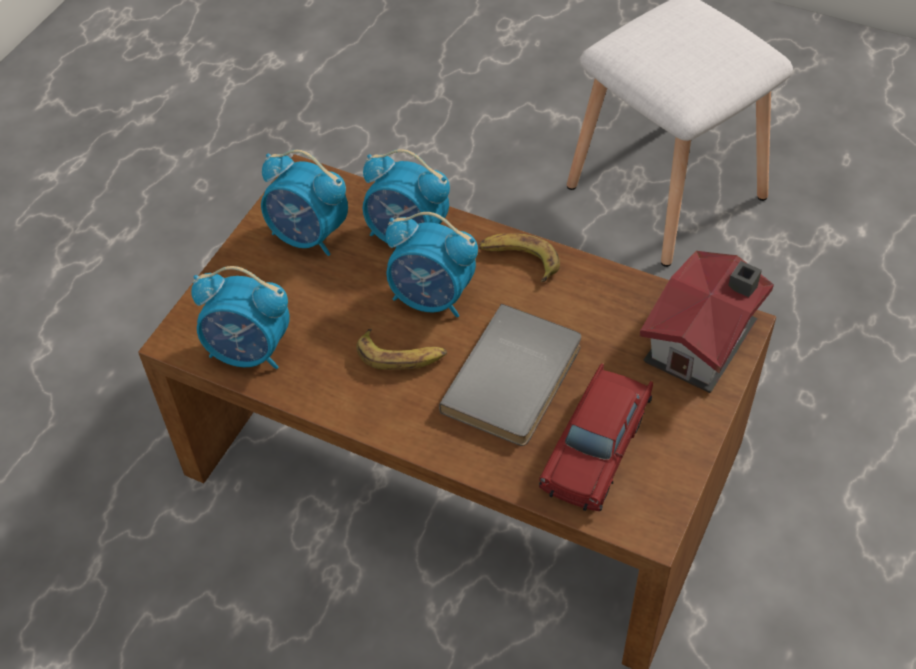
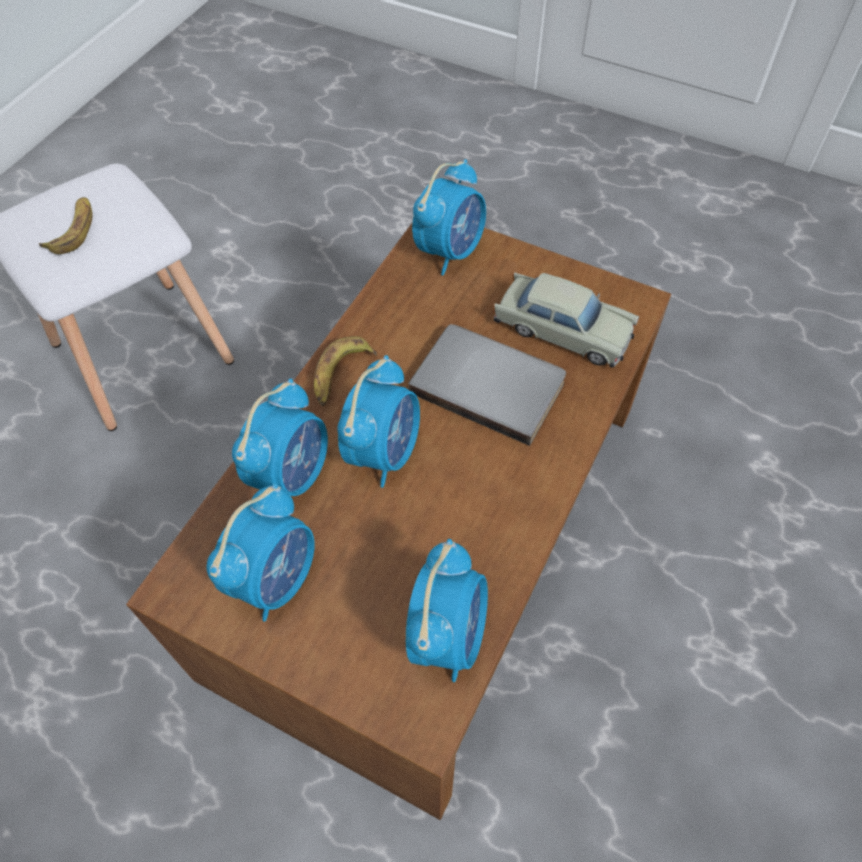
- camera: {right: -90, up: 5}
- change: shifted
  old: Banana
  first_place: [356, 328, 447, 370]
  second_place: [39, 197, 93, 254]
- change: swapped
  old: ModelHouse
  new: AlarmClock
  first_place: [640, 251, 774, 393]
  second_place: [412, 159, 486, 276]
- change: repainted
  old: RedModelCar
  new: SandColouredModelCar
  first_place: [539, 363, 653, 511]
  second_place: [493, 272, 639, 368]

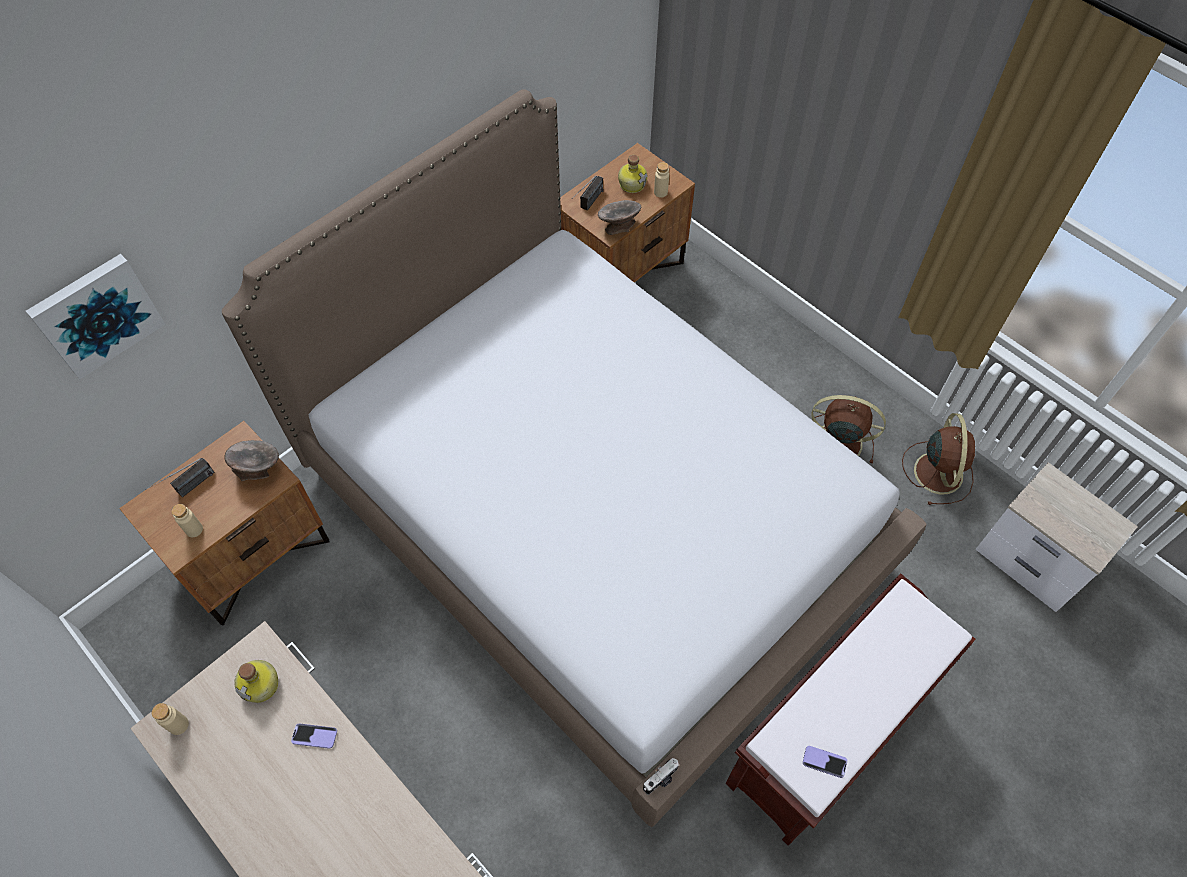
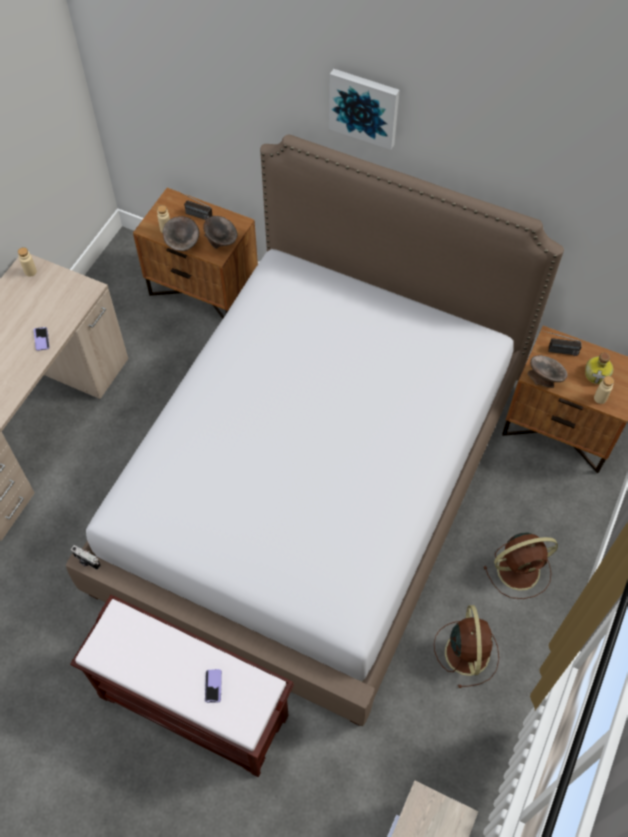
- camera: {right: 70, up: 0}
- change: new
  new: GreyishDeepDish
  second_place: [163, 216, 199, 251]
- change: shifted
  old: Phone
  first_place: [803, 746, 848, 778]
  second_place: [205, 669, 222, 703]
- change: shifted
  old: WallArt
  first_place: [26, 254, 165, 379]
  second_place: [329, 69, 400, 150]
- change: shifted
  old: BrownishElectricFan
  first_place: [902, 413, 975, 505]
  second_place: [484, 532, 558, 599]
- change: gone
  old: DrinkBottle
  first_place: [234, 660, 278, 703]

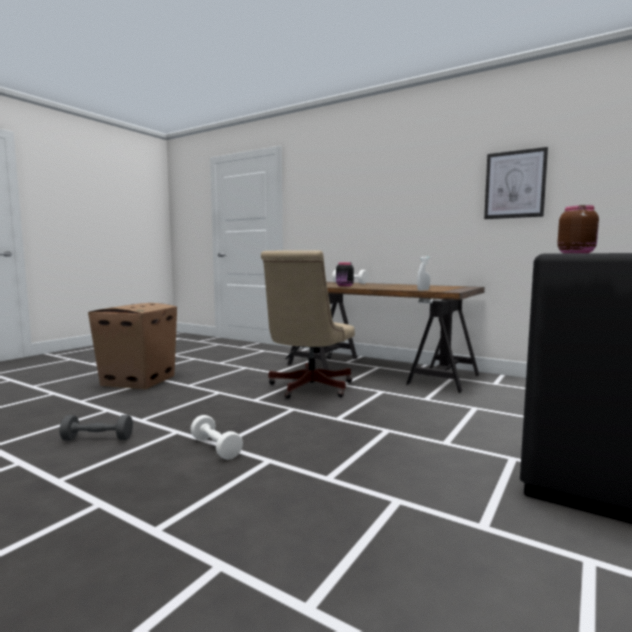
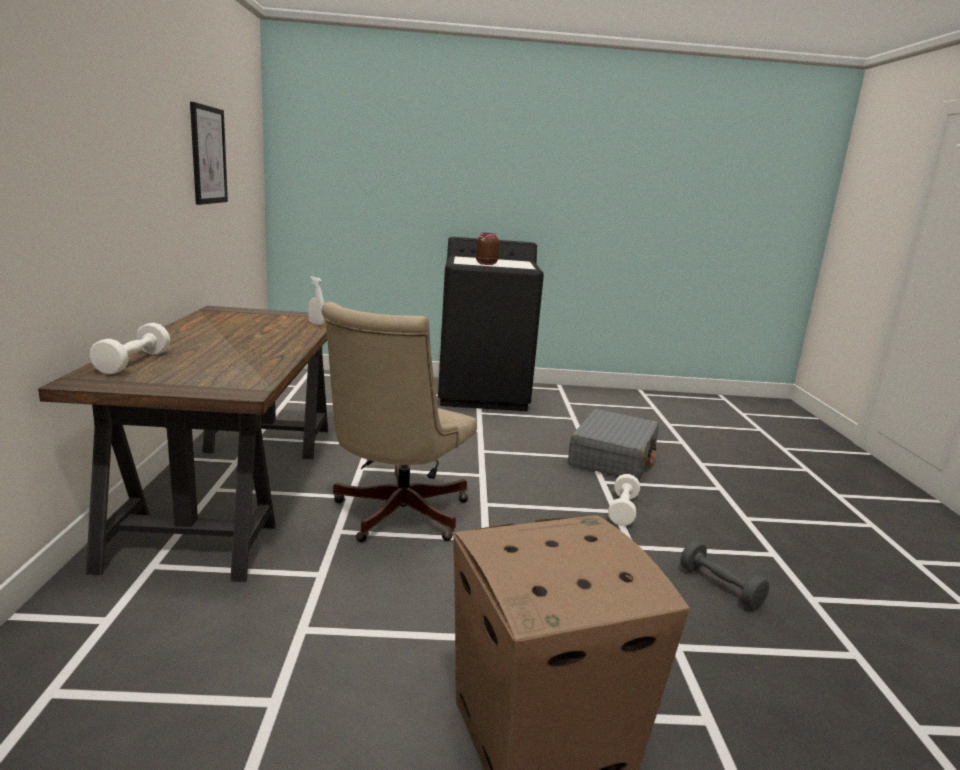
- camera: {right: -125, up: 10}
- change: rotated
  old: SandColouredDeskChair
  first_place: [261, 250, 355, 399]
  second_place: [321, 302, 477, 542]
  degrees: 120
- change: new
  new: GreyishPieceOfLuggage
  second_place: [568, 409, 659, 480]
- change: gone
  old: BlackJar
  first_place: [336, 262, 354, 287]

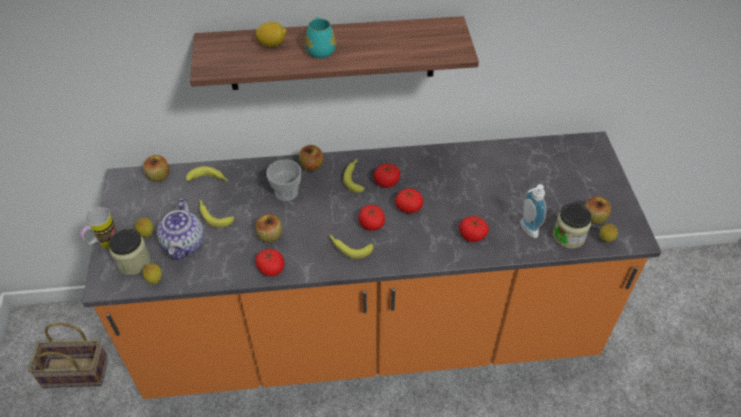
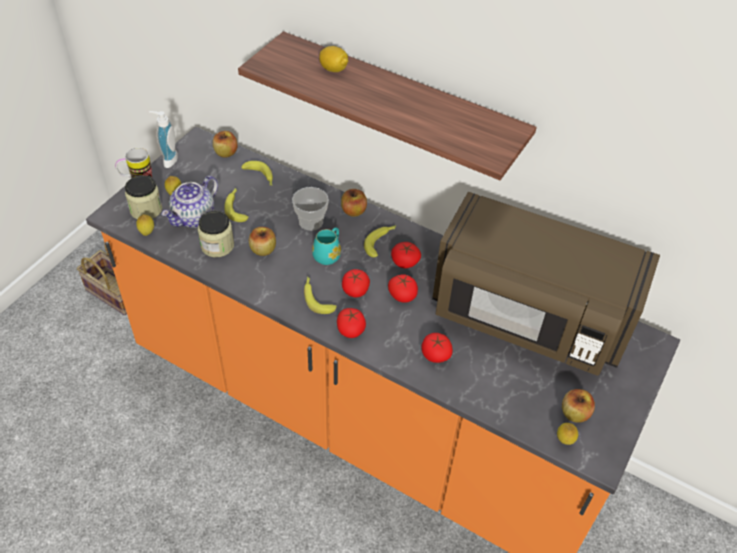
- camera: {right: 35, up: 0}
- change: shifted
  old: LiquidSoapBottle
  first_place: [520, 184, 546, 238]
  second_place: [149, 111, 178, 168]
- change: shifted
  old: Jar
  first_place: [553, 203, 592, 249]
  second_place: [198, 211, 234, 257]
- change: shifted
  old: TurquoiseCoffeeMug
  first_place: [305, 17, 336, 58]
  second_place: [312, 227, 341, 265]
- change: shifted
  old: WholeTomato
  first_place: [255, 249, 285, 276]
  second_place: [337, 308, 366, 338]
- change: new
  new: BrownishKitchenMicrowave
  second_place: [432, 192, 660, 376]

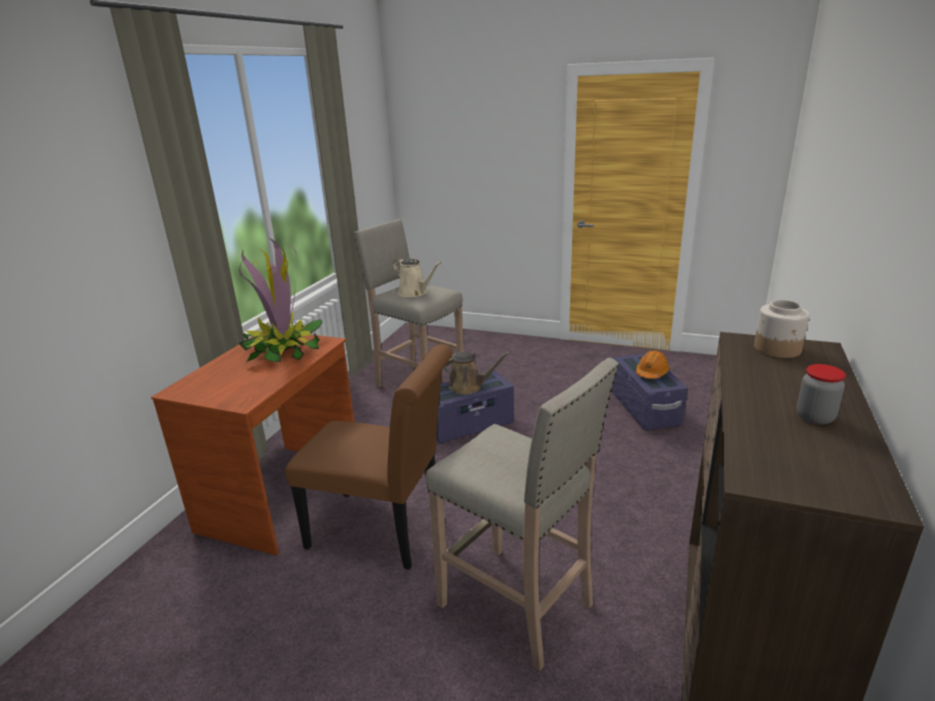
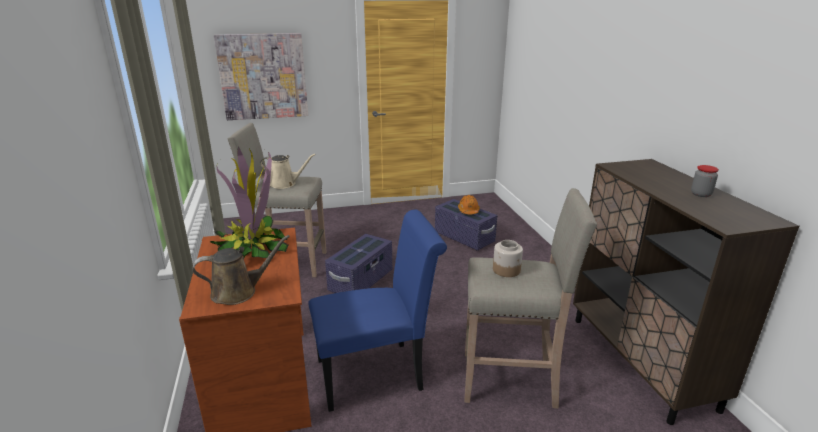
- camera: {right: -35, up: 0}
- change: shifted
  old: BrownishSprinklingCan
  first_place: [443, 352, 510, 395]
  second_place: [193, 235, 290, 305]
- change: new
  new: WallArt
  second_place: [214, 33, 308, 120]
- change: repainted
  old: BrownishPlainChair
  new: BluePlainChair
  first_place: [285, 344, 453, 570]
  second_place: [309, 210, 447, 412]
- change: shifted
  old: Jar
  first_place: [754, 300, 809, 358]
  second_place: [493, 240, 523, 277]

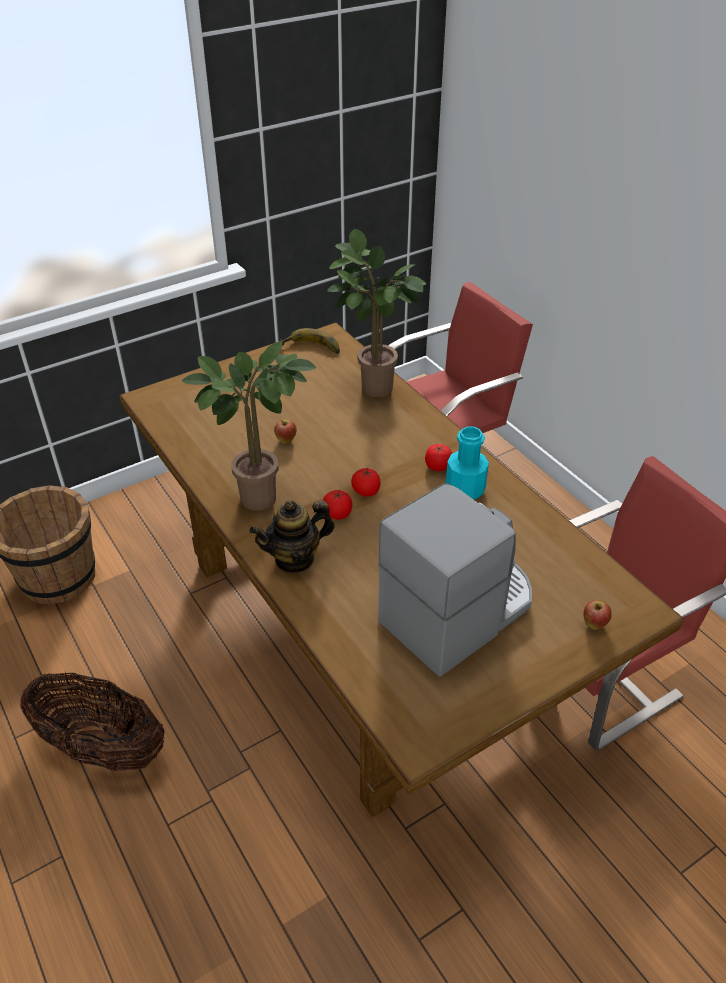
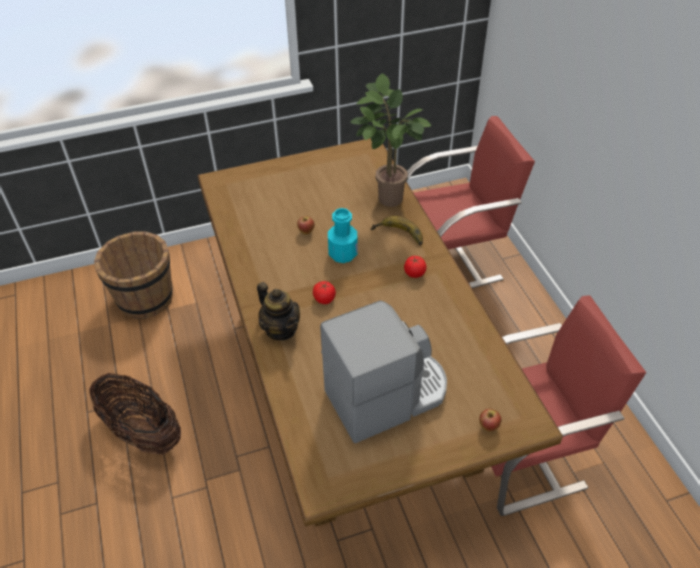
- camera: {right: 15, up: 5}
- change: rotated
  old: Teapot
  first_place: [249, 500, 335, 573]
  second_place: [257, 282, 300, 340]
  degrees: -120
- change: shifted
  old: TurquoiseDrinkBottle
  first_place: [446, 426, 489, 500]
  second_place: [328, 208, 358, 263]
- change: shifted
  old: Banana
  first_place: [280, 328, 340, 354]
  second_place: [371, 216, 423, 245]
- change: gone
  old: PottedPlant
  first_place: [182, 341, 316, 511]
- change: gone
  old: WholeTomato
  first_place: [351, 467, 381, 497]

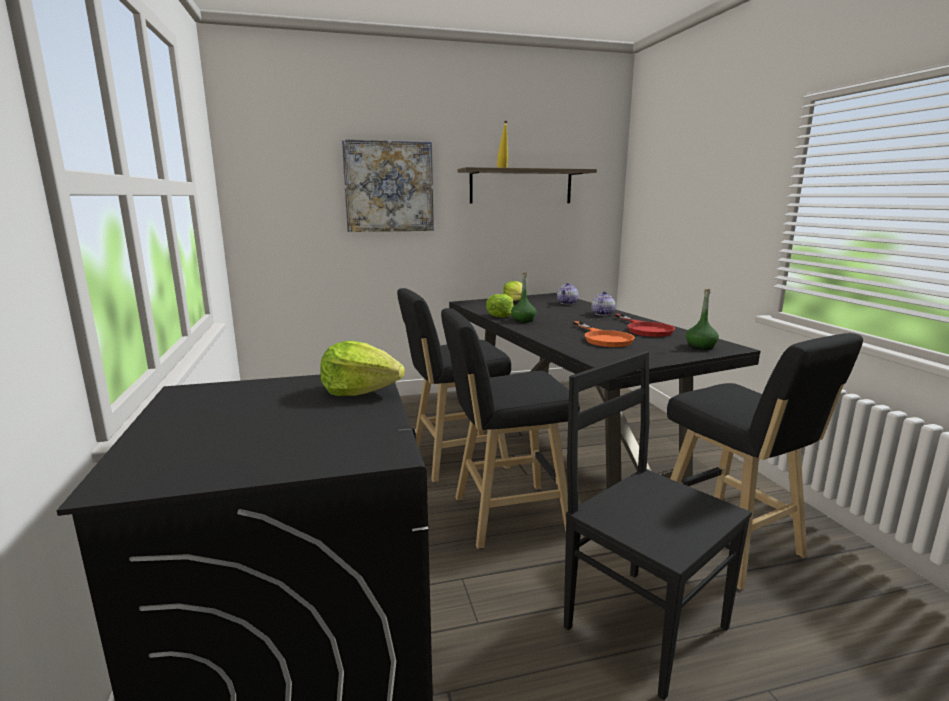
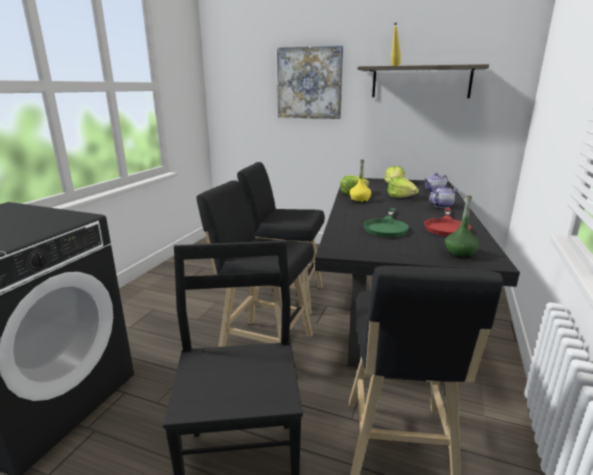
- camera: {right: 35, up: 5}
- change: repainted
  old: GreenDrinkBottle
  new: YellowishDrinkBottle
  first_place: [511, 273, 536, 323]
  second_place: [350, 160, 371, 202]
- change: repainted
  old: OrangeColouredPan
  new: GreenPan
  first_place: [573, 321, 635, 347]
  second_place: [363, 208, 409, 237]
- change: shifted
  old: Lettuce
  first_place: [320, 341, 405, 396]
  second_place: [387, 177, 419, 198]

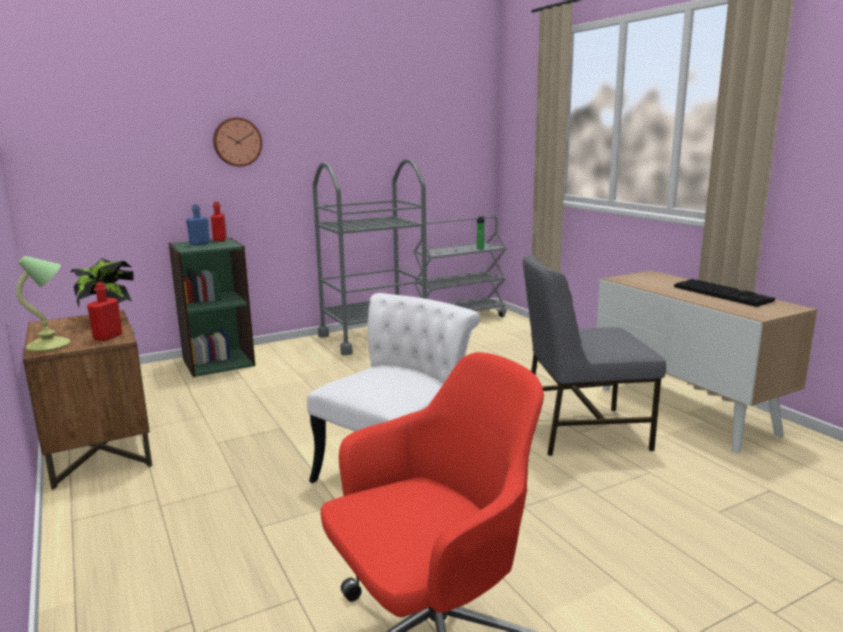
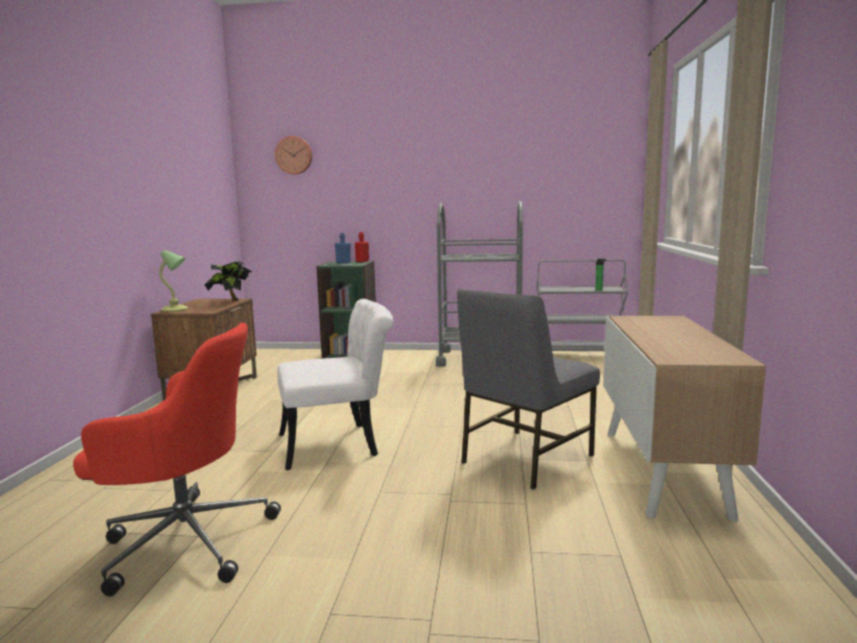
- camera: {right: 35, up: -5}
- change: shifted
  old: WallClock
  first_place: [213, 117, 262, 167]
  second_place: [275, 136, 312, 174]
- change: rotated
  old: GreyishPlainChair
  first_place: [523, 255, 666, 456]
  second_place: [457, 289, 600, 490]
  degrees: -75
- change: gone
  old: RedDrinkBottle
  first_place: [87, 282, 122, 341]
- change: gone
  old: Keyboard
  first_place: [674, 279, 775, 307]

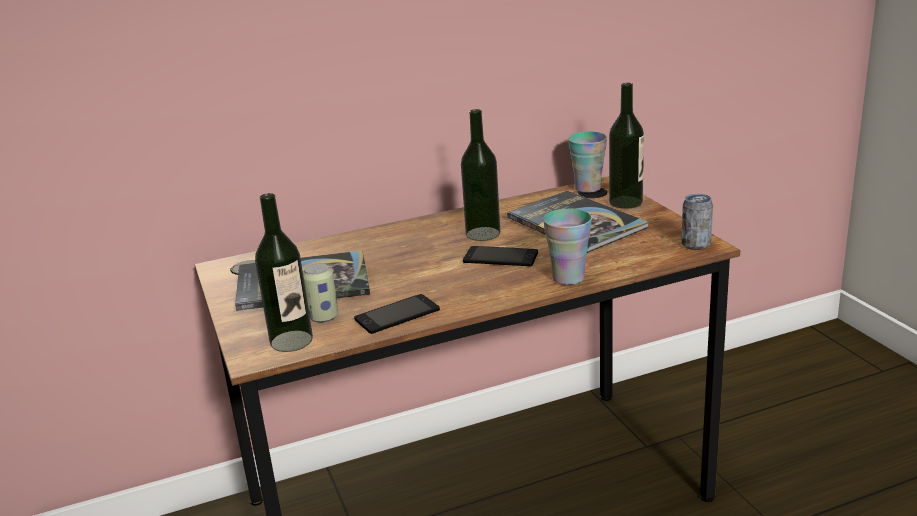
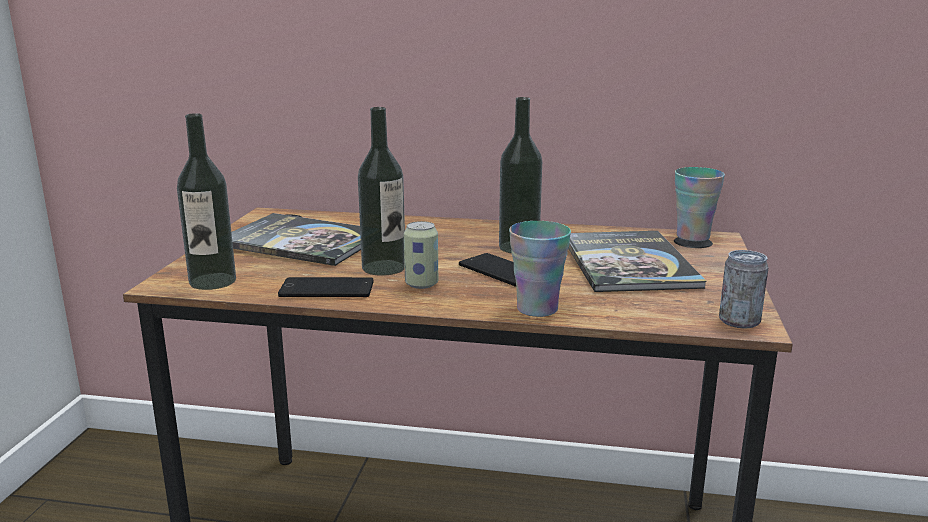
- camera: {right: 30, up: -5}
- change: shifted
  old: DrinkBottle
  first_place: [609, 83, 644, 209]
  second_place: [358, 107, 405, 276]
- change: shifted
  old: Can
  first_place: [303, 263, 338, 323]
  second_place: [404, 221, 438, 289]

